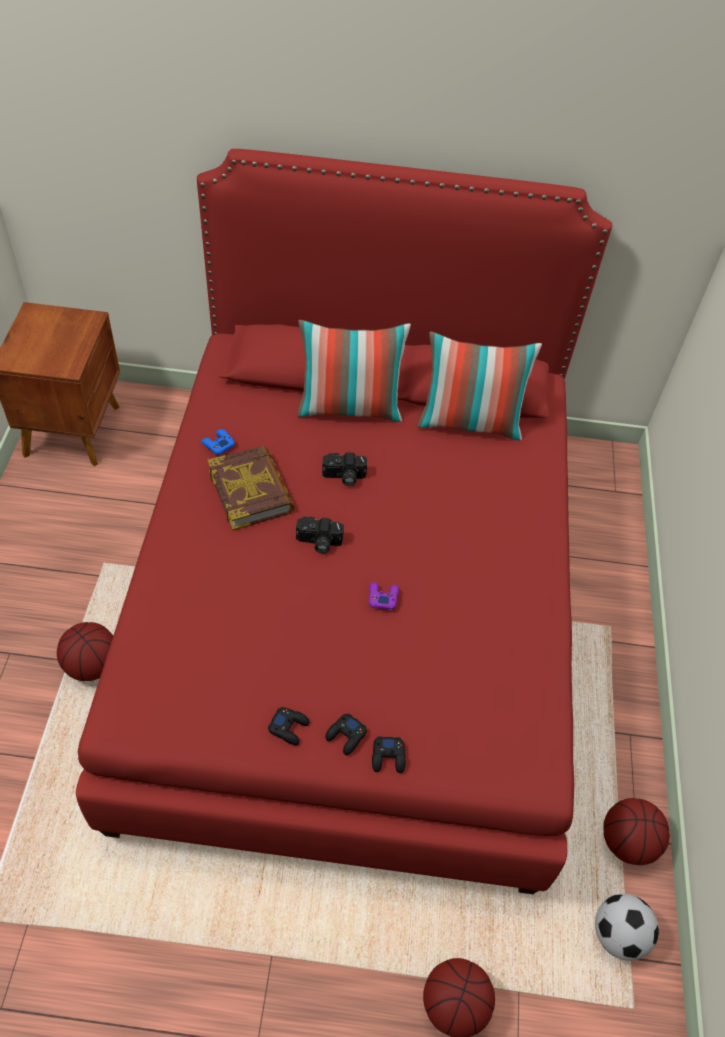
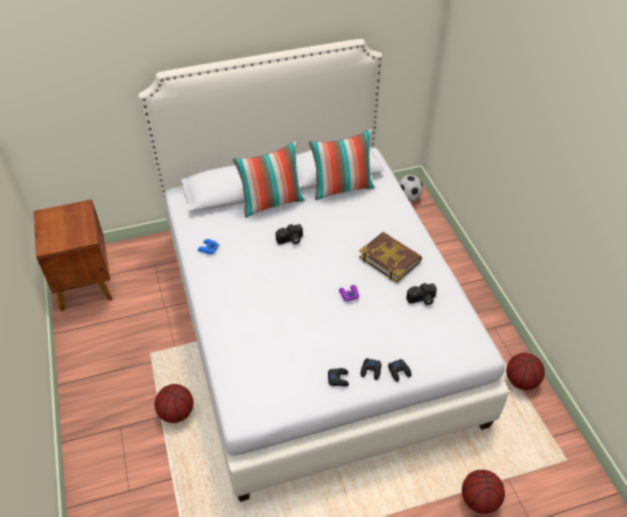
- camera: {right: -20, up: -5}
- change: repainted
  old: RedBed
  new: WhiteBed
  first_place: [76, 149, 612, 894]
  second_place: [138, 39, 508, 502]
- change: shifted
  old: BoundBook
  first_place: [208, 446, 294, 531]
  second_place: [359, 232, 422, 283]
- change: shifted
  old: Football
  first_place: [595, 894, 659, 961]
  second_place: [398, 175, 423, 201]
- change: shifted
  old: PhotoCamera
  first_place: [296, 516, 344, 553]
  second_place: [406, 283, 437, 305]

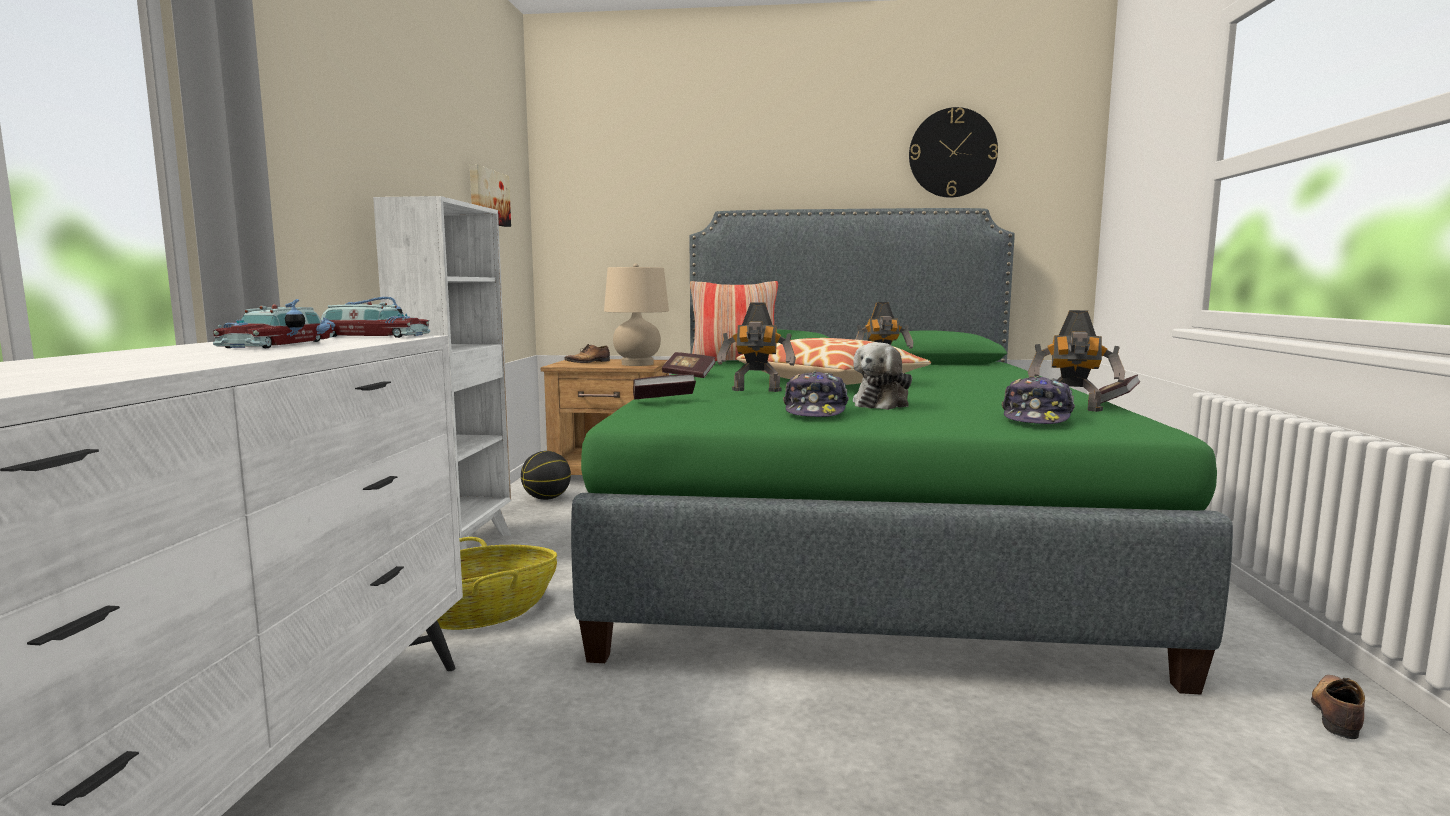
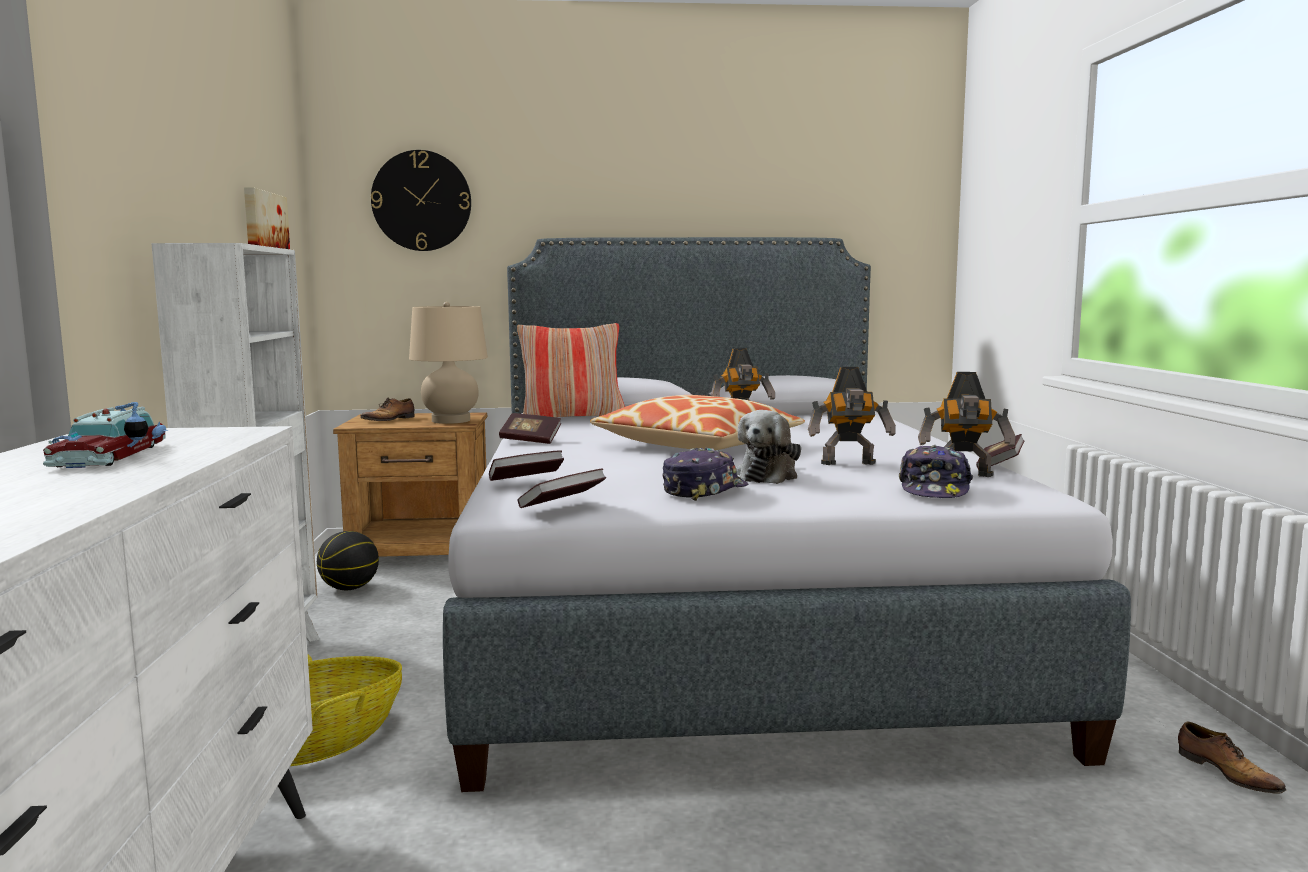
- camera: {right: -10, up: 0}
- change: shifted
  old: WallClock
  first_place: [909, 107, 998, 198]
  second_place: [371, 150, 471, 251]
- change: repainted
  old: GreenBed
  new: GreyishBed
  first_place: [571, 208, 1233, 695]
  second_place: [443, 237, 1131, 792]
- change: new
  new: BoundBook
  second_place: [518, 468, 607, 508]
- change: rotated
  old: Cap
  first_place: [783, 371, 849, 417]
  second_place: [662, 448, 748, 501]
  degrees: -135
- change: shifted
  old: RobotFigure
  first_place: [717, 303, 796, 392]
  second_place: [808, 367, 896, 465]
- change: rotated
  old: ItemOfFootwear
  first_place: [1311, 675, 1365, 739]
  second_place: [1178, 722, 1286, 794]
  degrees: 135
- change: gone
  old: ModelCar
  first_place: [321, 297, 430, 338]

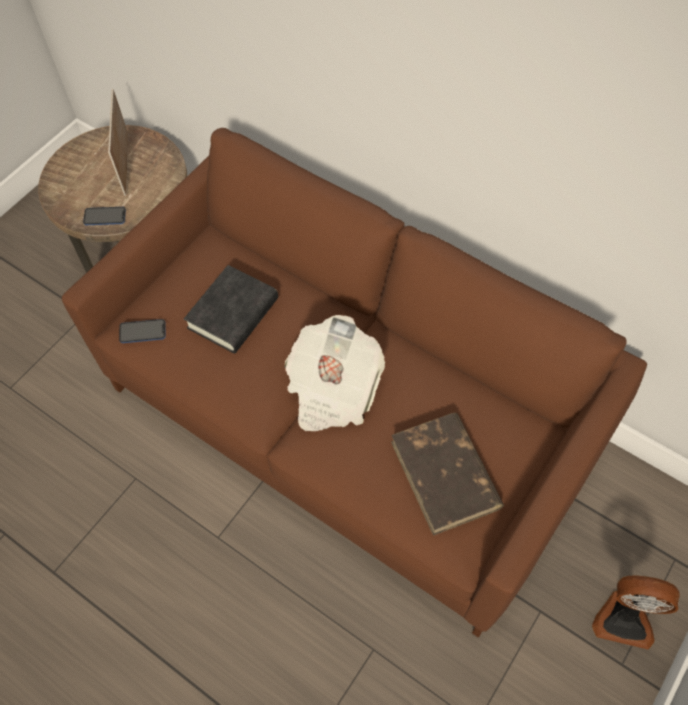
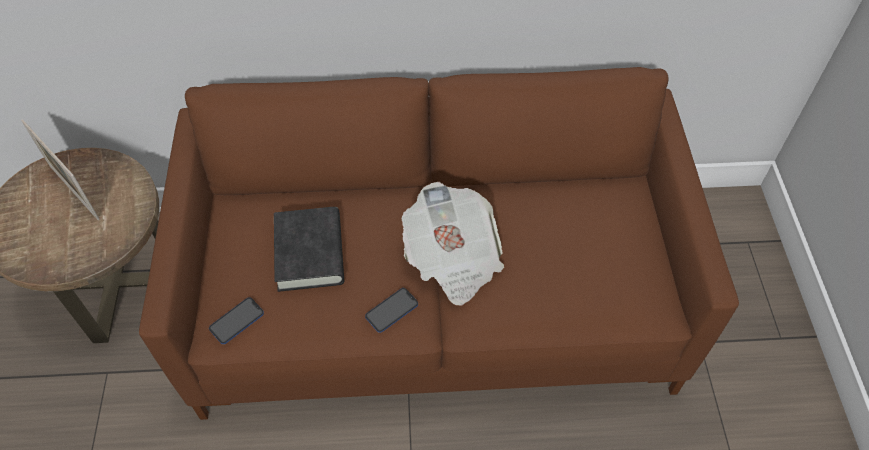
- camera: {right: -40, up: -5}
- change: shifted
  old: Phone
  first_place: [83, 207, 126, 225]
  second_place: [365, 288, 418, 333]
- change: gone
  old: BrownishBoundBook
  first_place: [391, 413, 504, 536]
- change: gone
  old: ElectricFan
  first_place: [592, 575, 680, 650]

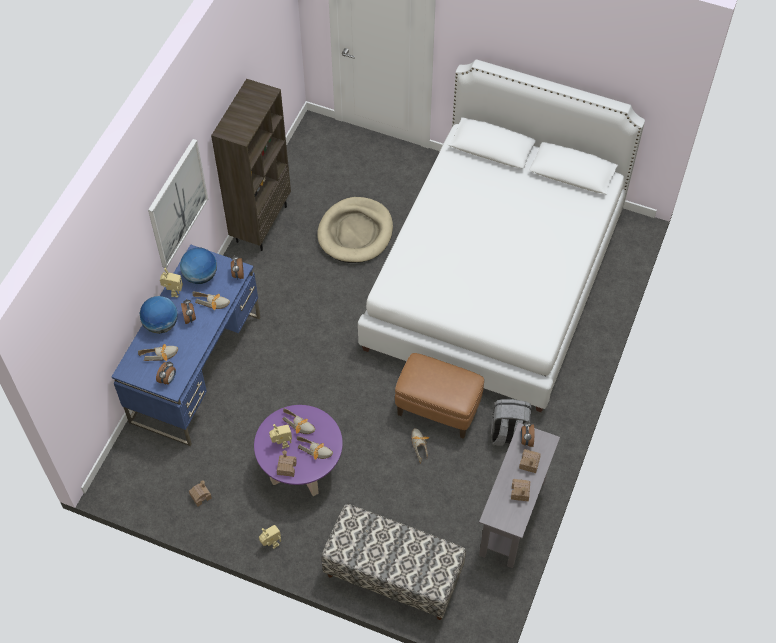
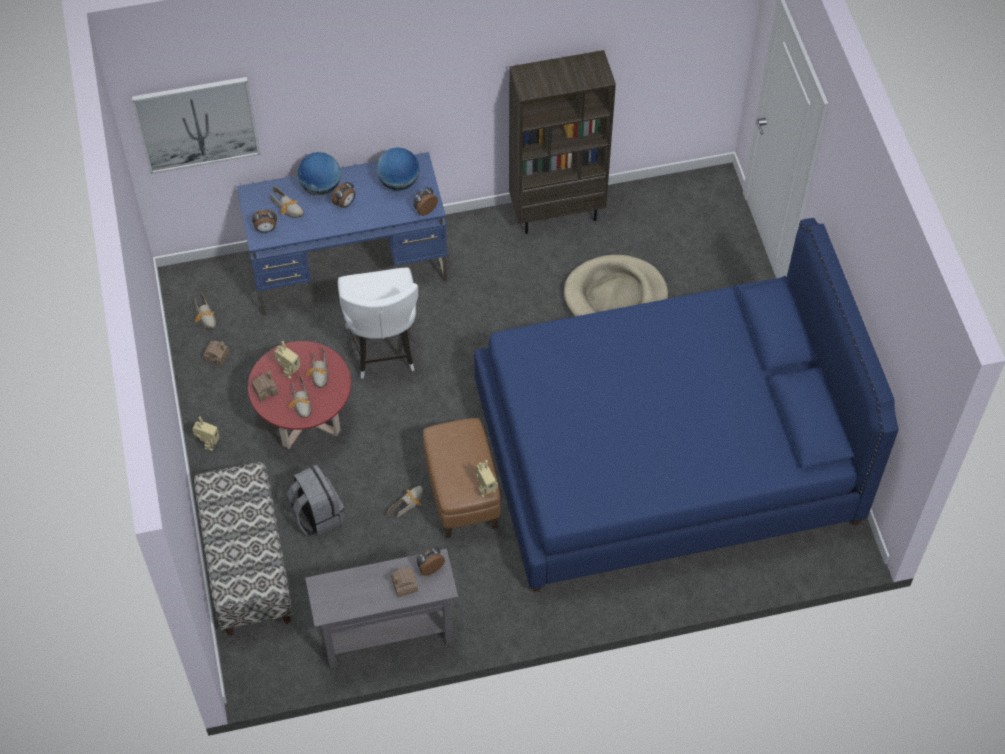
- camera: {right: 55, up: 0}
- change: shifted
  old: WallArt
  first_place: [148, 139, 208, 268]
  second_place: [131, 77, 261, 174]
- change: shifted
  old: ItemOfFootwear
  first_place: [193, 292, 230, 310]
  second_place: [194, 292, 217, 329]
- change: repainted
  old: PurpleColouredLowTable
  new: RedLowTable
  first_place: [254, 405, 343, 496]
  second_place: [248, 341, 351, 449]
- change: shifted
  old: GreyishBackpack
  first_place: [491, 399, 531, 446]
  second_place: [286, 465, 344, 536]
- change: new
  new: WhitePlainChair
  second_place: [338, 268, 418, 379]
- change: repainted
  old: WhiteBed
  new: BlueBed
  first_place: [358, 59, 645, 412]
  second_place: [474, 218, 899, 592]
- change: shifted
  old: RobotFigure
  first_place: [160, 268, 183, 297]
  second_place: [476, 460, 498, 497]
- change: gone
  old: ModelHouse
  first_place: [511, 479, 530, 501]

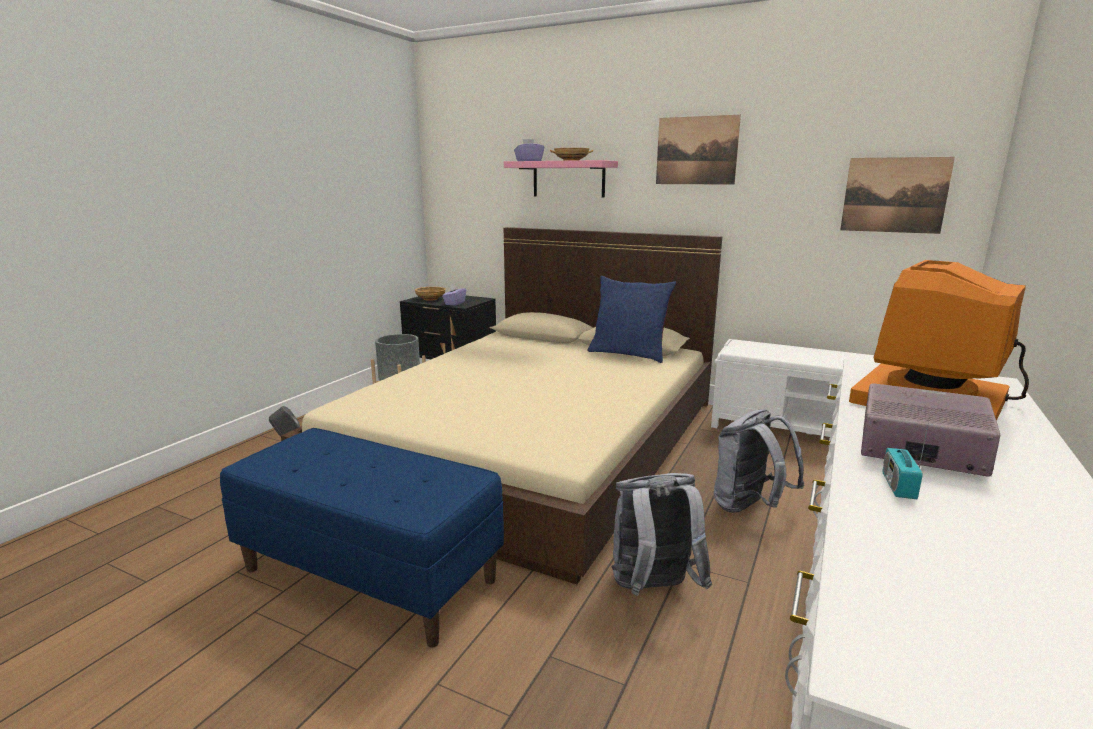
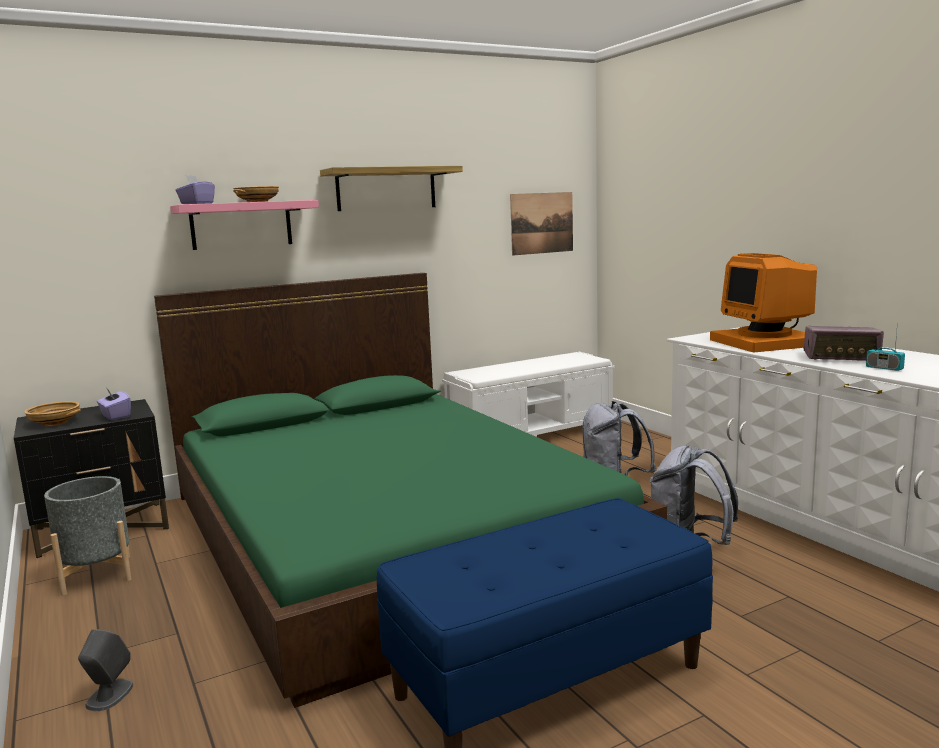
- camera: {right: -55, up: -5}
- change: repainted
  old: SandColouredBed
  new: GreenBed
  first_place: [281, 227, 722, 584]
  second_place: [154, 273, 667, 708]
- change: swapped
  old: WallArt
  new: WallShelf
  first_place: [656, 115, 741, 185]
  second_place: [320, 166, 463, 211]
- change: rotated
  old: RadioSet
  first_place: [861, 384, 1000, 476]
  second_place: [803, 326, 884, 361]
  degrees: -135
- change: gone
  old: BlueCushion
  first_place: [588, 276, 676, 363]

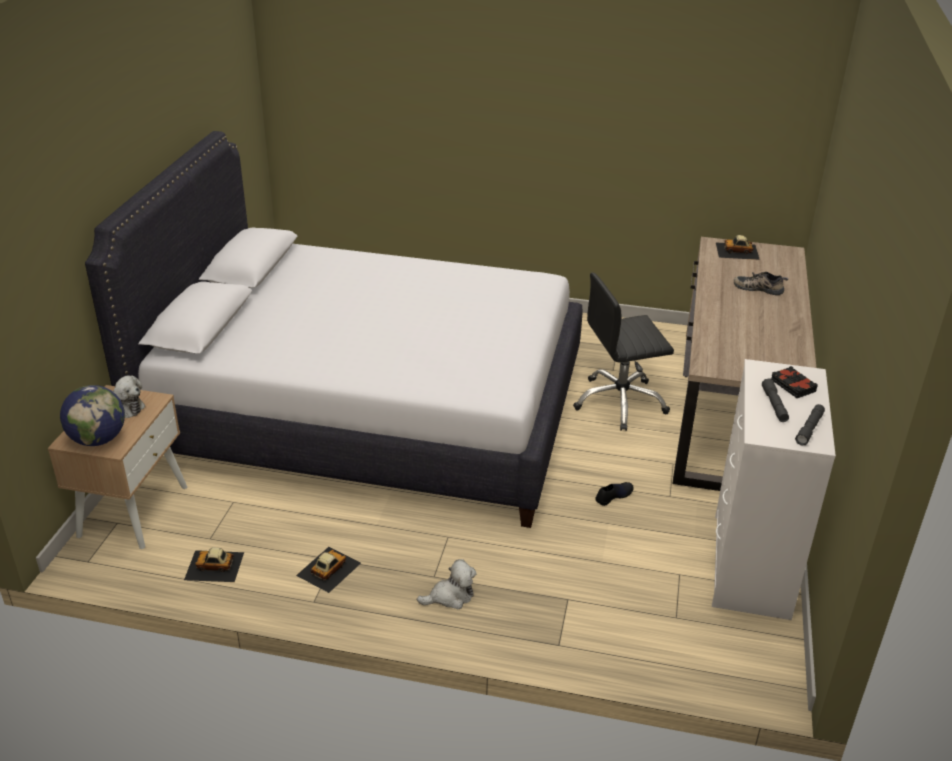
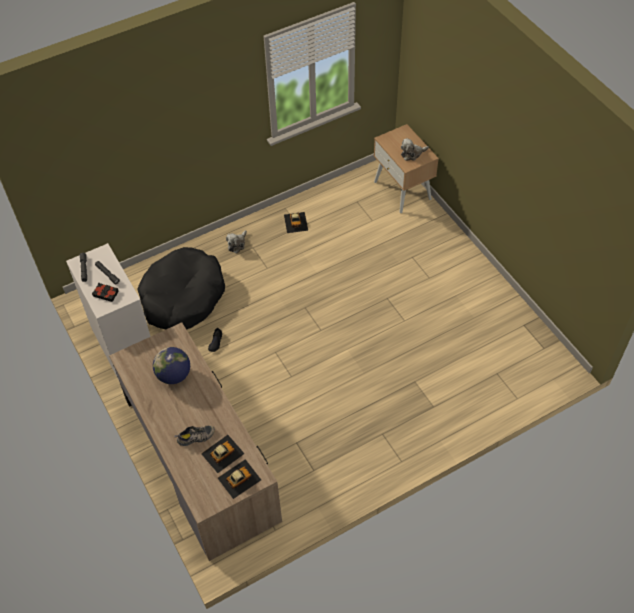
- camera: {right: 140, up: 20}
- change: new
  new: BlackDogBed
  second_place: [137, 247, 225, 330]
- change: shifted
  old: WorldGlobe
  first_place: [60, 385, 125, 446]
  second_place: [153, 347, 190, 384]
- change: shifted
  old: ModelCar
  first_place: [184, 547, 244, 582]
  second_place: [201, 435, 245, 473]
- change: gone
  old: WhiteBed
  first_place: [85, 131, 583, 528]
- change: gone
  old: BlackDeskChair
  first_place: [573, 273, 674, 431]

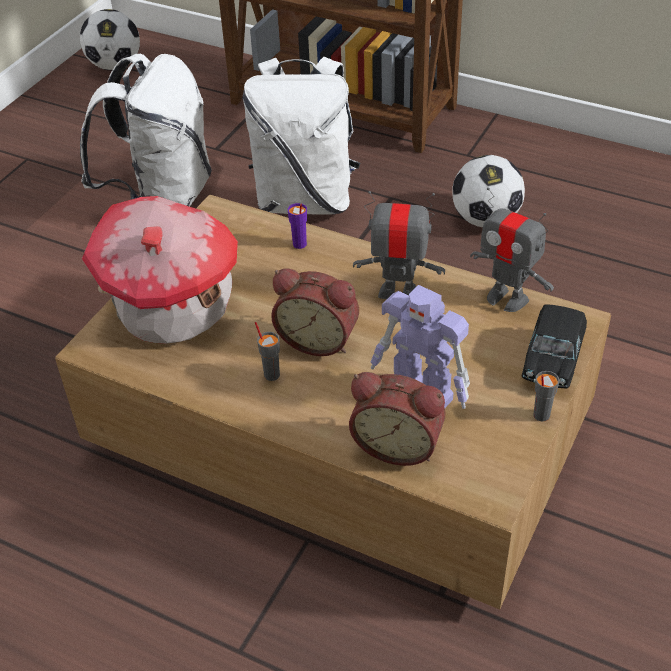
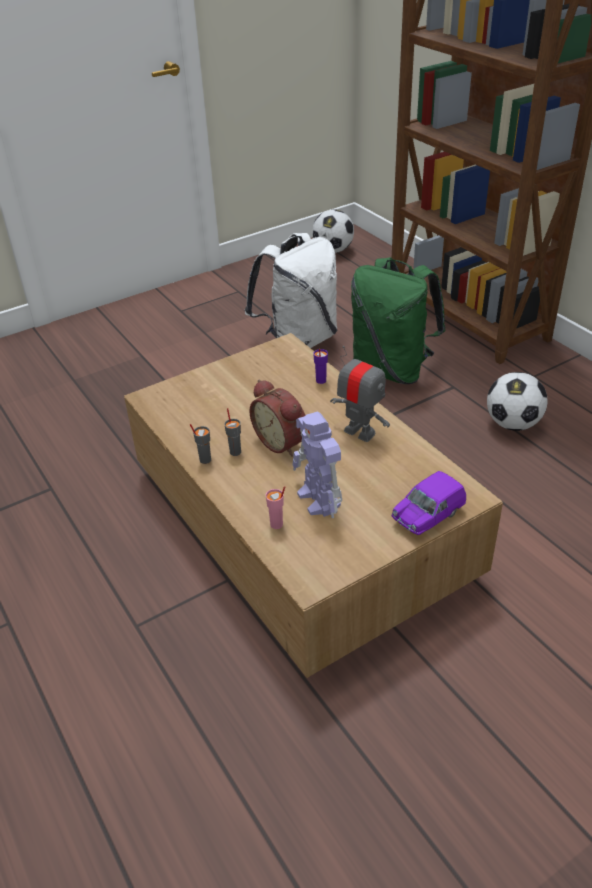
- camera: {right: 30, up: -5}
- change: shifted
  old: GreyishCup
  first_place: [533, 371, 559, 422]
  second_place: [190, 424, 211, 464]
- change: swapped
  old: AlarmClock
  new: PinkCup
  first_place: [349, 372, 446, 466]
  second_place: [266, 486, 285, 529]
- change: repainted
  old: WhiteBackpack
  new: GreenBackpack
  first_place: [243, 57, 360, 215]
  second_place: [351, 257, 446, 384]
- change: repainted
  old: BlackModelCar
  new: PurpleColouredModelCar
  first_place: [522, 304, 587, 389]
  second_place: [392, 471, 466, 535]
- change: gone
  old: ModelHouse
  first_place: [82, 196, 238, 344]
- change: gone
  old: RobotFigure
  first_place: [470, 187, 554, 312]

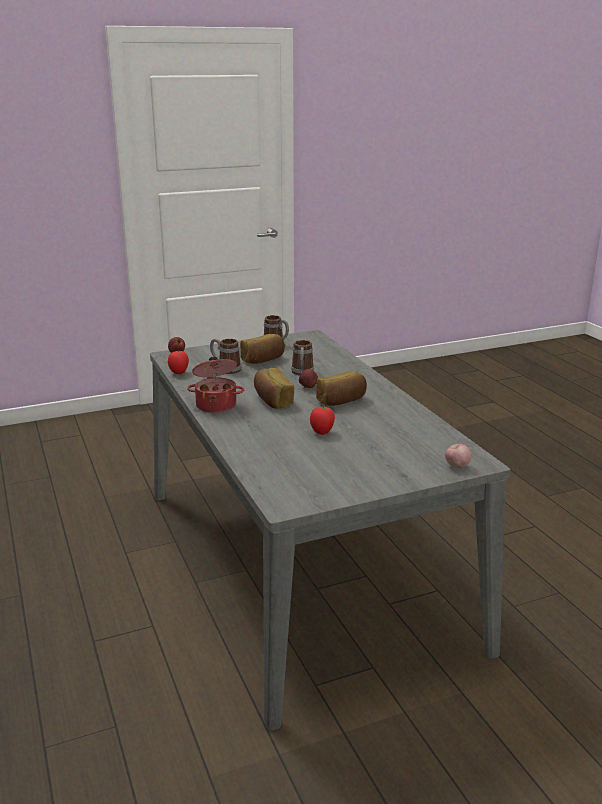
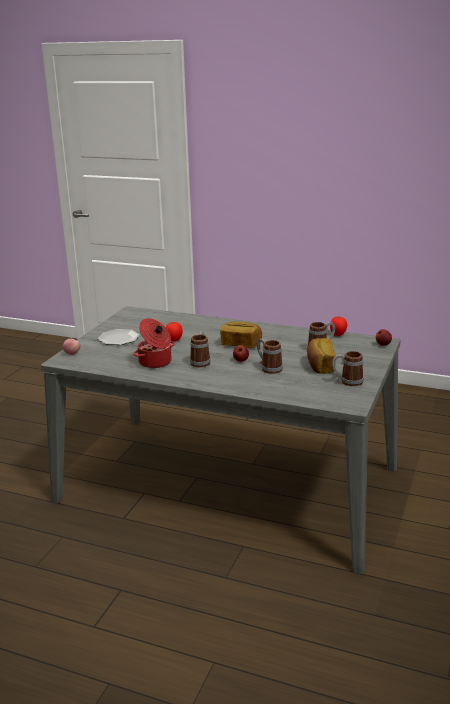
- camera: {right: 135, up: 0}
- change: new
  new: Plate
  second_place: [98, 329, 140, 345]
- change: shifted
  old: CookingPot
  first_place: [187, 357, 244, 413]
  second_place: [133, 318, 175, 368]
- change: swapped
  old: BakeryBread
  new: CoffeeMug
  first_place: [316, 371, 367, 406]
  second_place: [190, 332, 211, 367]

